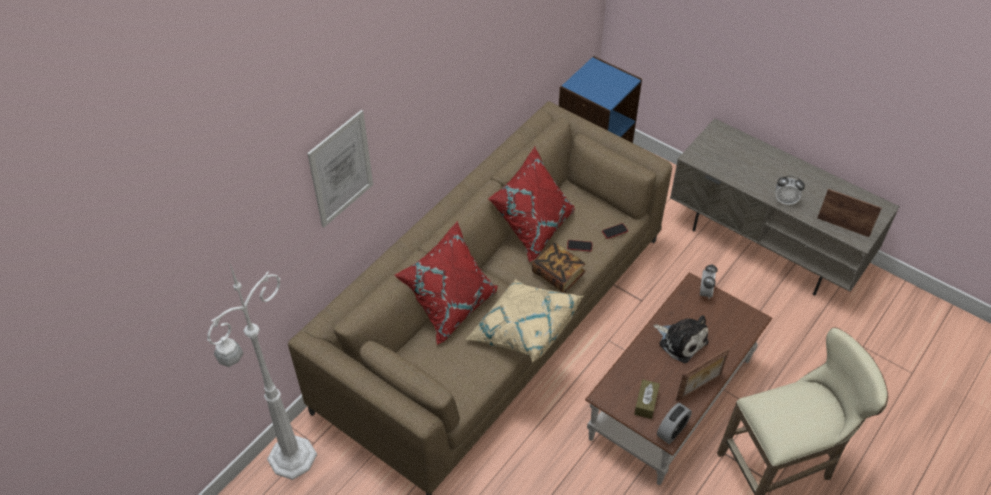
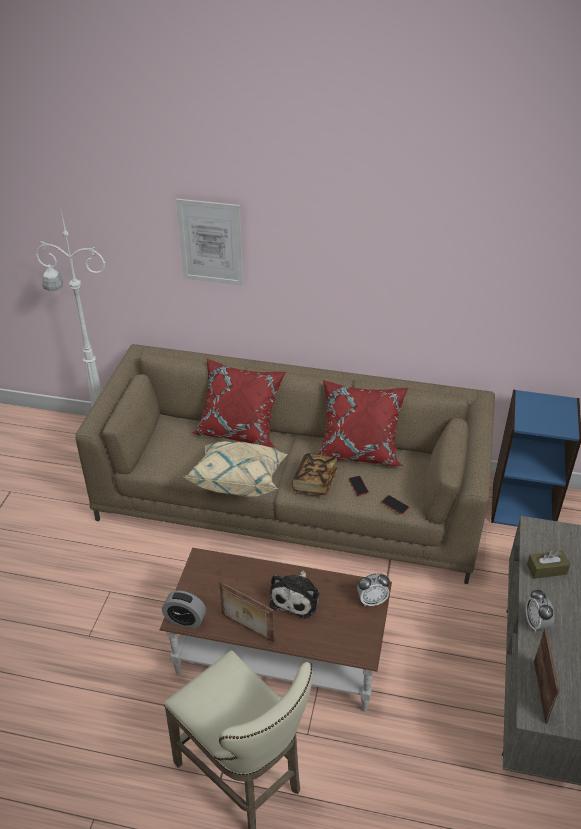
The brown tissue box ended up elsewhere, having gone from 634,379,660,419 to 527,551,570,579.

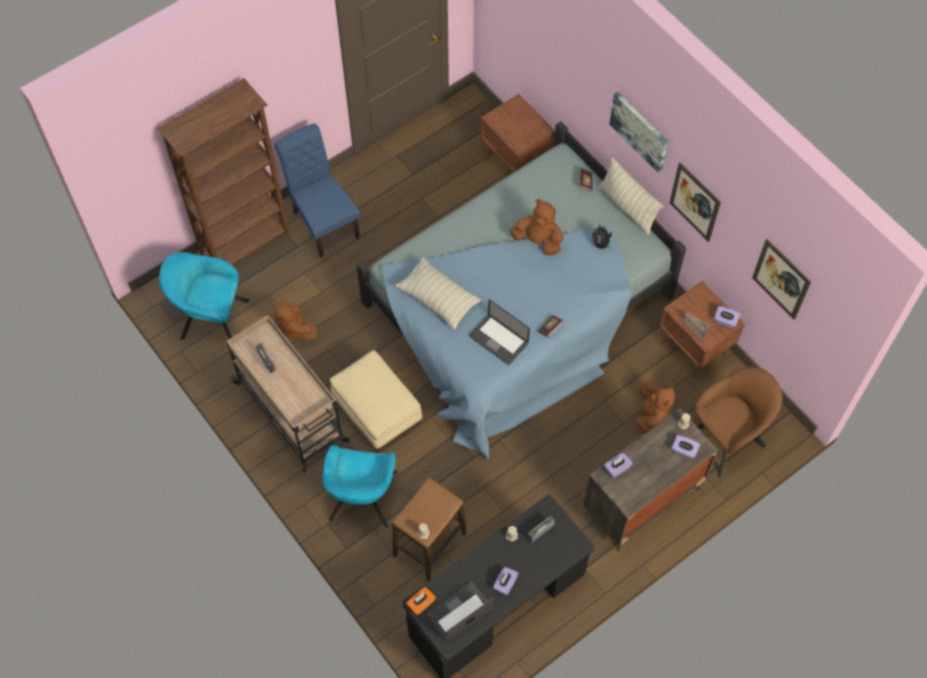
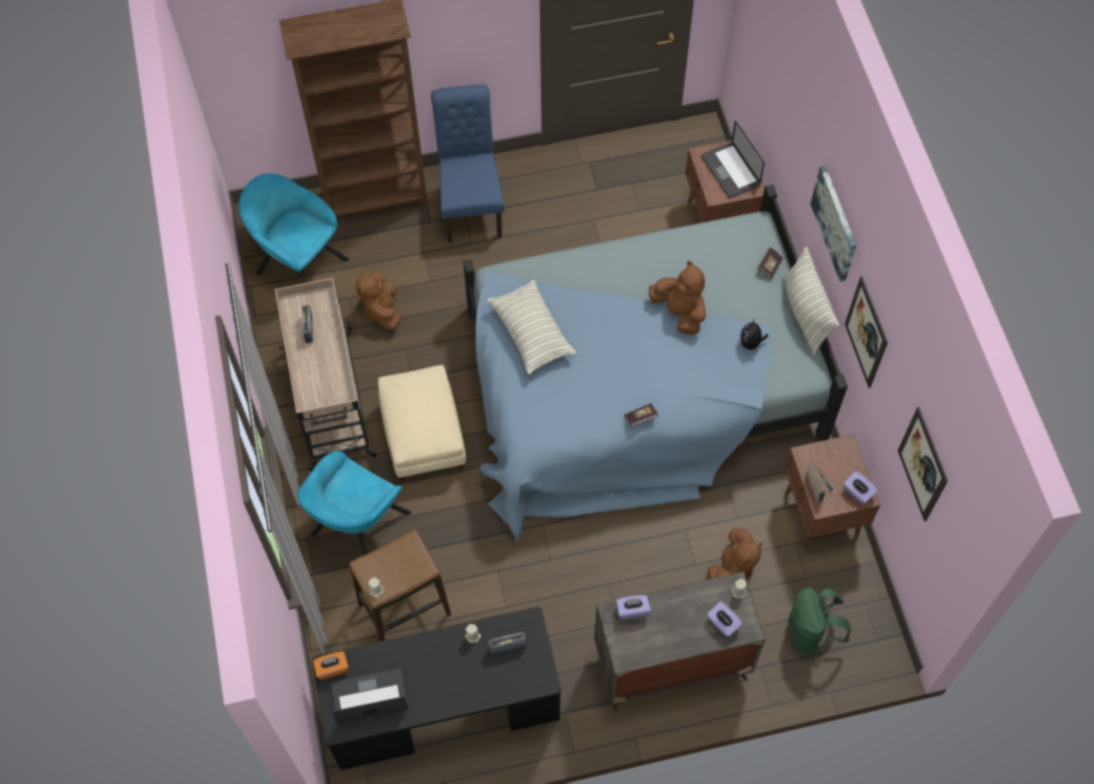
The laptop ended up elsewhere, having gone from 469,299,530,365 to 701,120,765,198.
Where the brown armchair stood at 694,367,782,477, the green backpack came to stand at 788,588,851,654.
The second view lost the purple tissue box at 493,567,519,596.

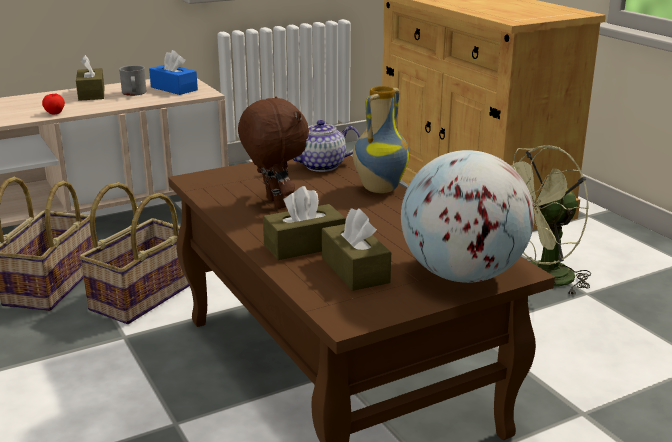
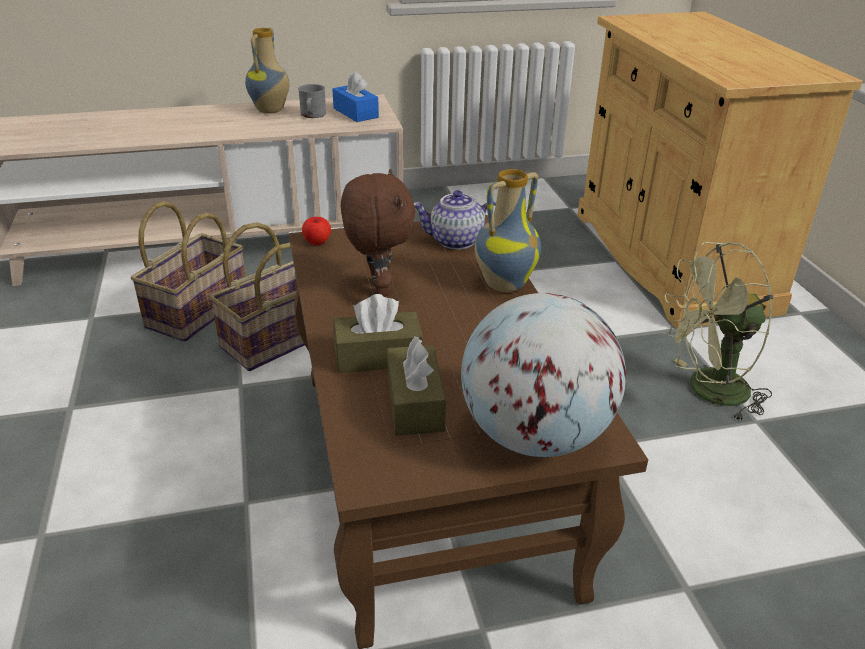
Where the brown tissue box stood at 76,55,104,101, the vase came to stand at 245,28,290,114.
The apple ended up elsewhere, having gone from 42,94,65,114 to 302,217,331,245.

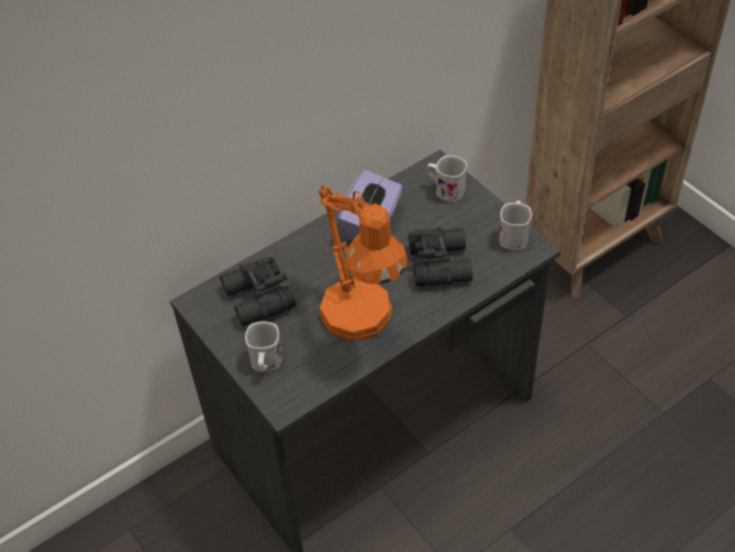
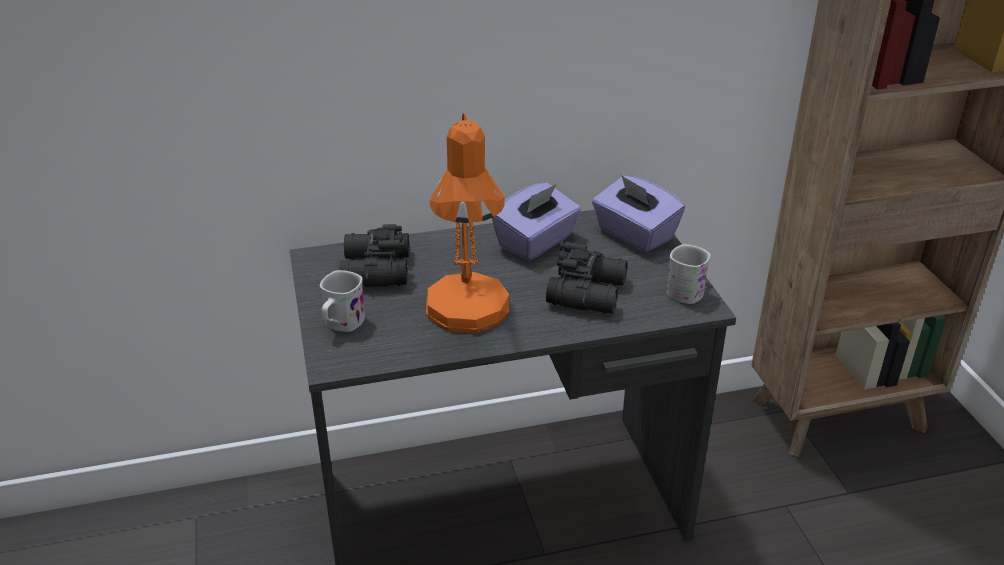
Where the white mug stood at 427,155,467,202, the purple tissue box came to stand at 592,175,685,252.

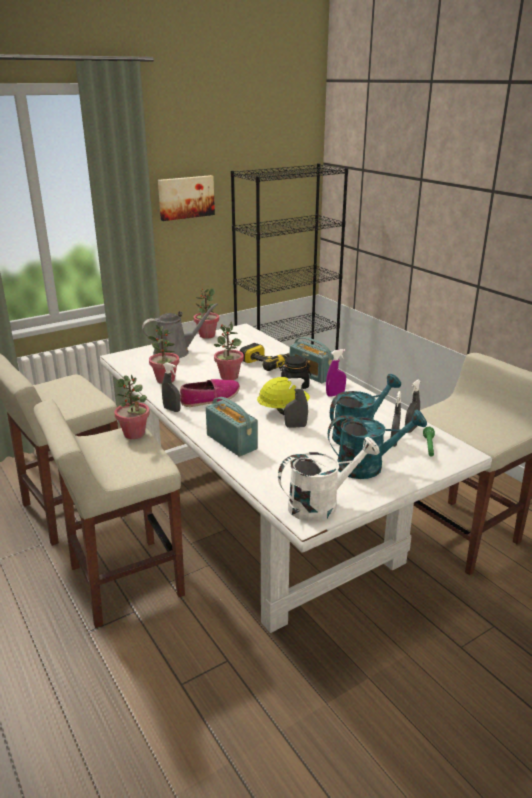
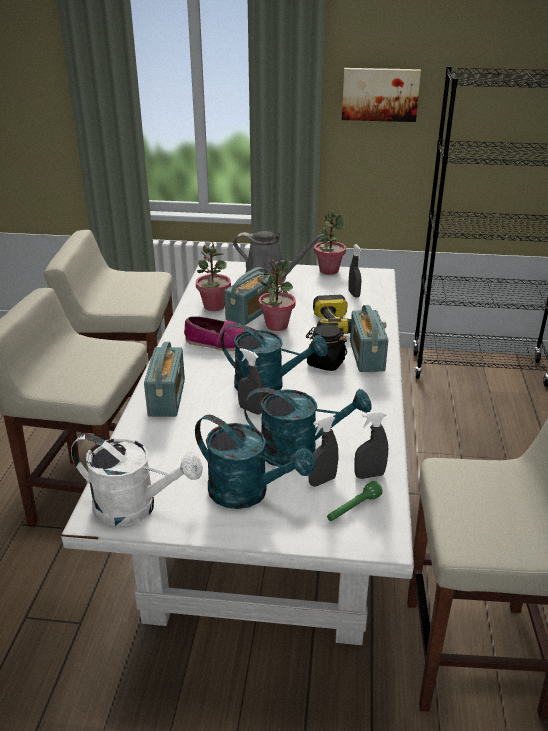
Where the yellow hard hat stood at 257,377,310,415, the turquoise watering can came to stand at 221,323,328,397.
The second view gained the radio at 224,267,275,326.
The grey spray bottle ended up elsewhere, having gone from 162,362,181,412 to 348,244,361,298.
The second view lost the potted plant at 114,374,150,439.
The second view lost the purple spray bottle at 326,349,346,397.

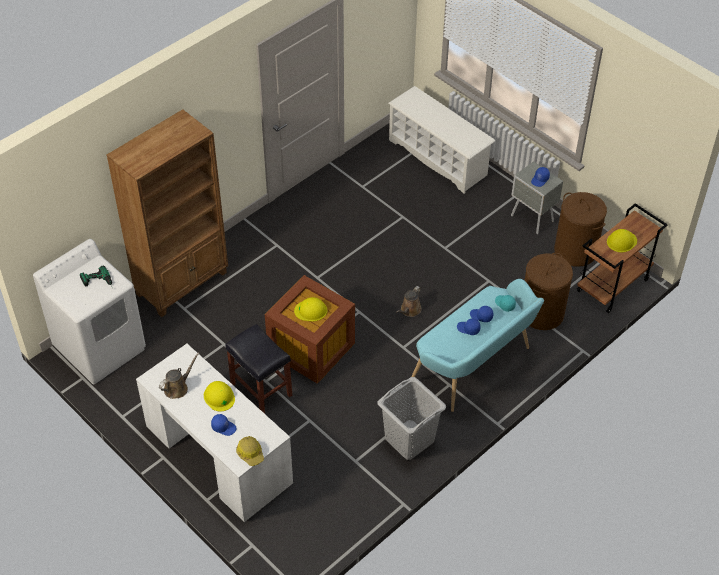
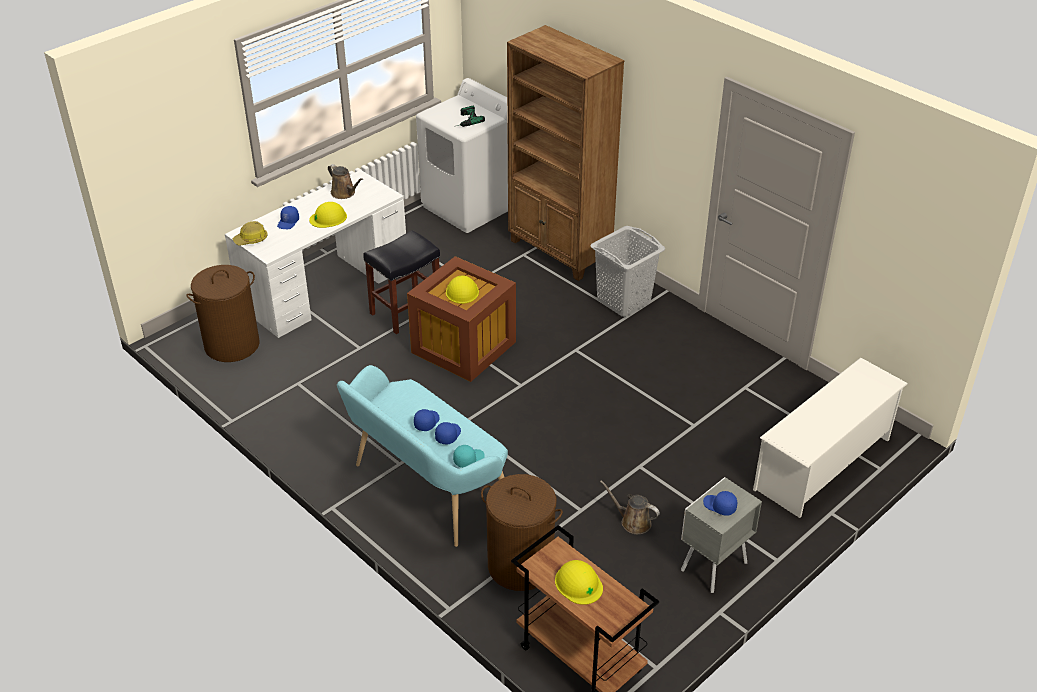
The brown laundry basket ended up elsewhere, having gone from 554,192,607,267 to 186,265,260,362.
The grey laundry basket ended up elsewhere, having gone from 377,377,446,460 to 590,226,665,317.
The brown watering can ended up elsewhere, having gone from 396,286,422,317 to 600,480,660,534.

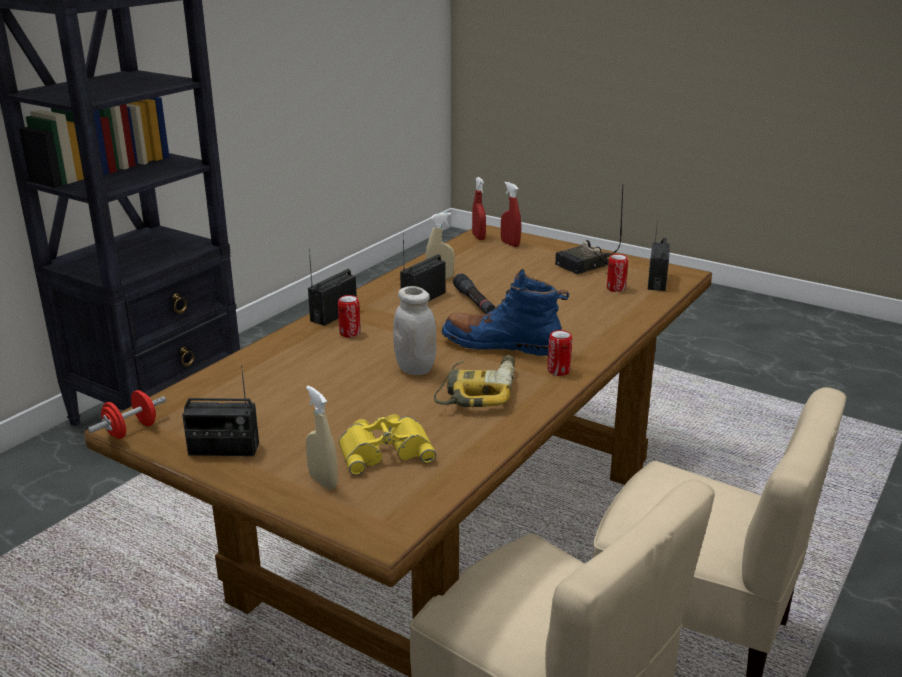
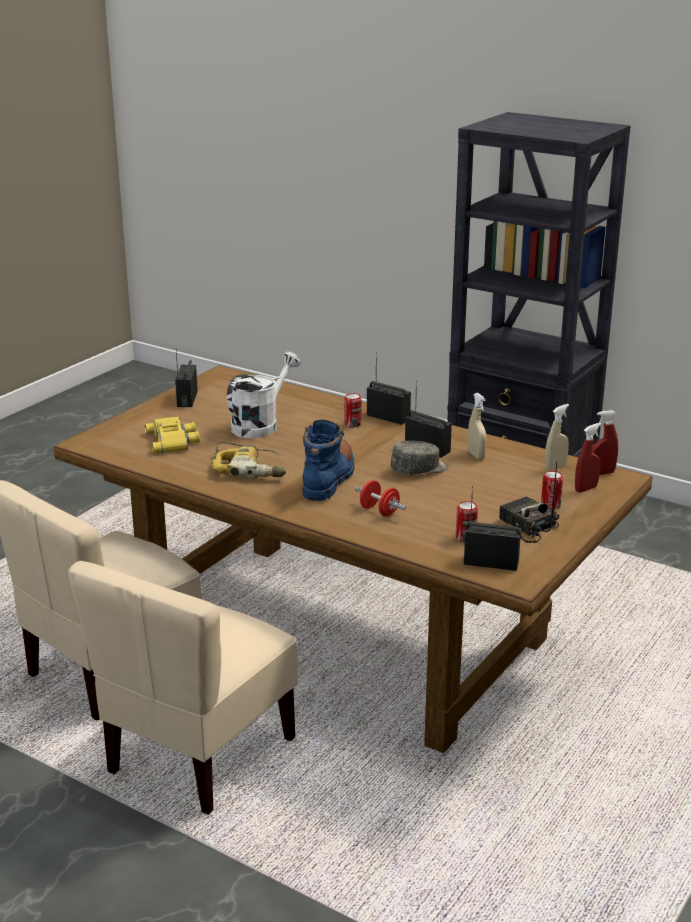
The second view gained the white watering can at 227,352,301,438.
The red dumbbell ended up elsewhere, having gone from 88,390,166,439 to 355,480,406,516.
Where the black flashlight stood at 453,273,496,314, the grey cap came to stand at 391,441,449,475.
The can ended up elsewhere, having gone from 547,330,572,376 to 541,471,563,510.
The beige spray bottle ended up elsewhere, having gone from 306,385,338,490 to 545,404,569,471.
The second view lost the white jar at 393,286,437,375.

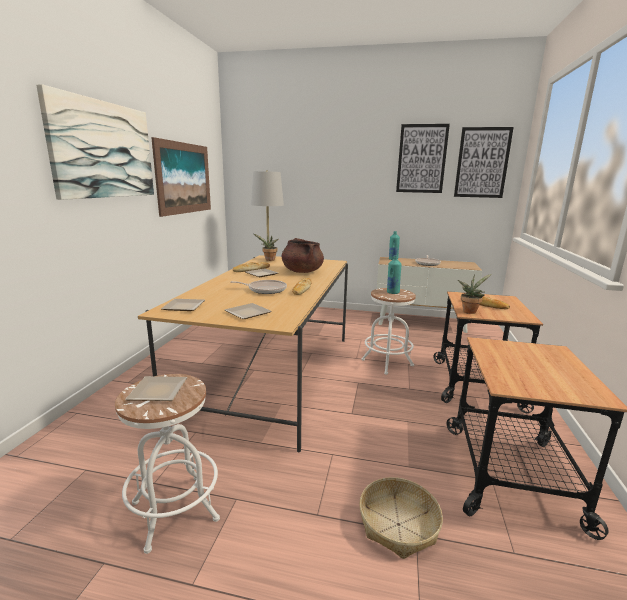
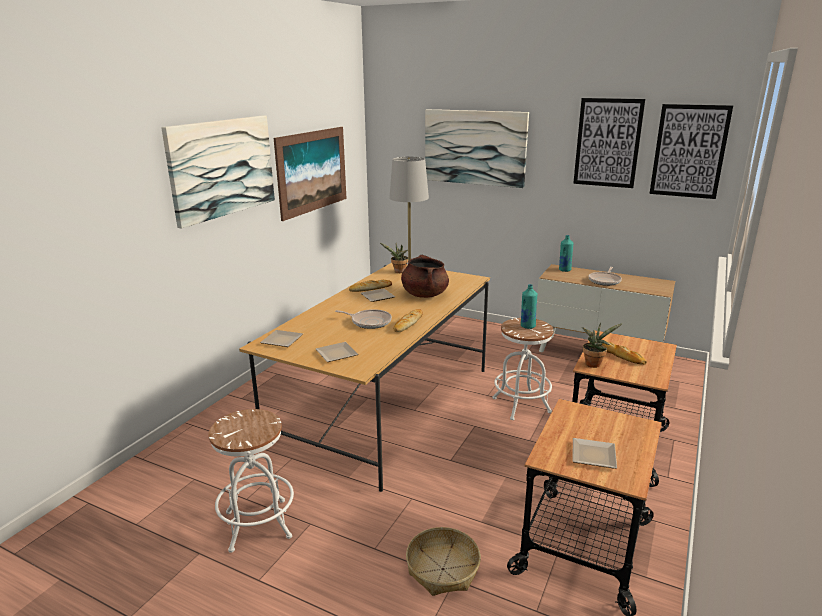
The second view gained the picture at 425,109,529,188.
The plate ended up elsewhere, having gone from 125,376,187,401 to 572,438,617,469.

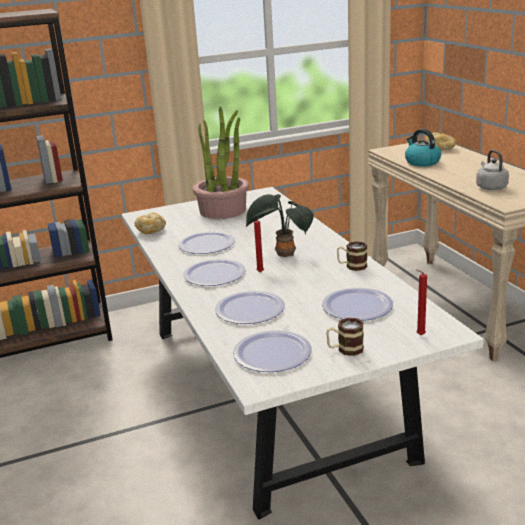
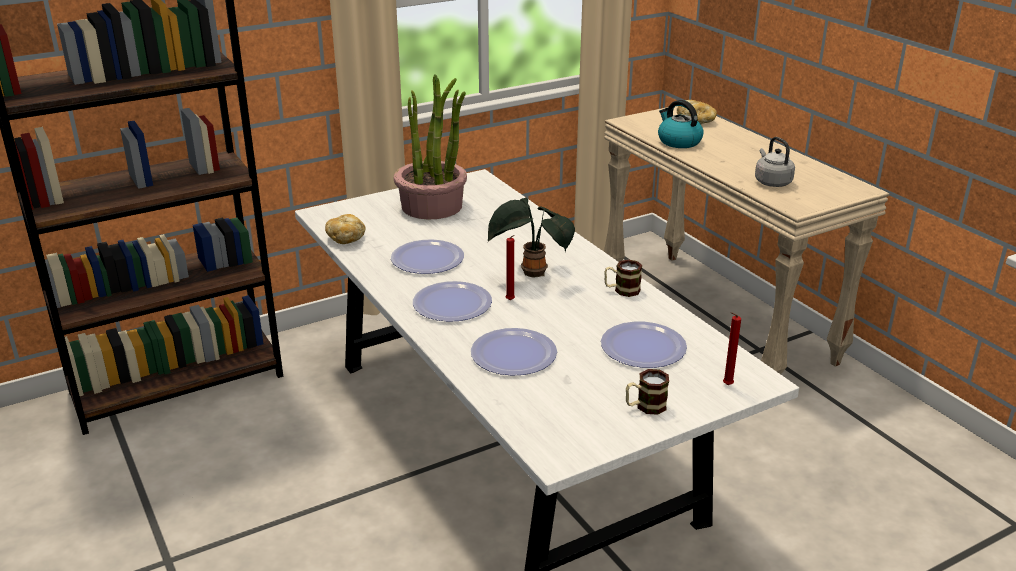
The second view lost the plate at 233,330,312,372.

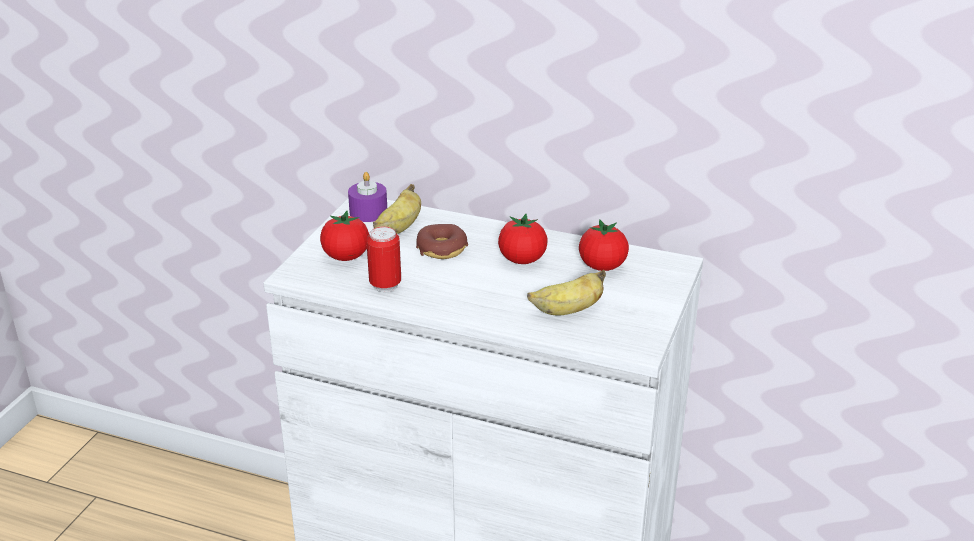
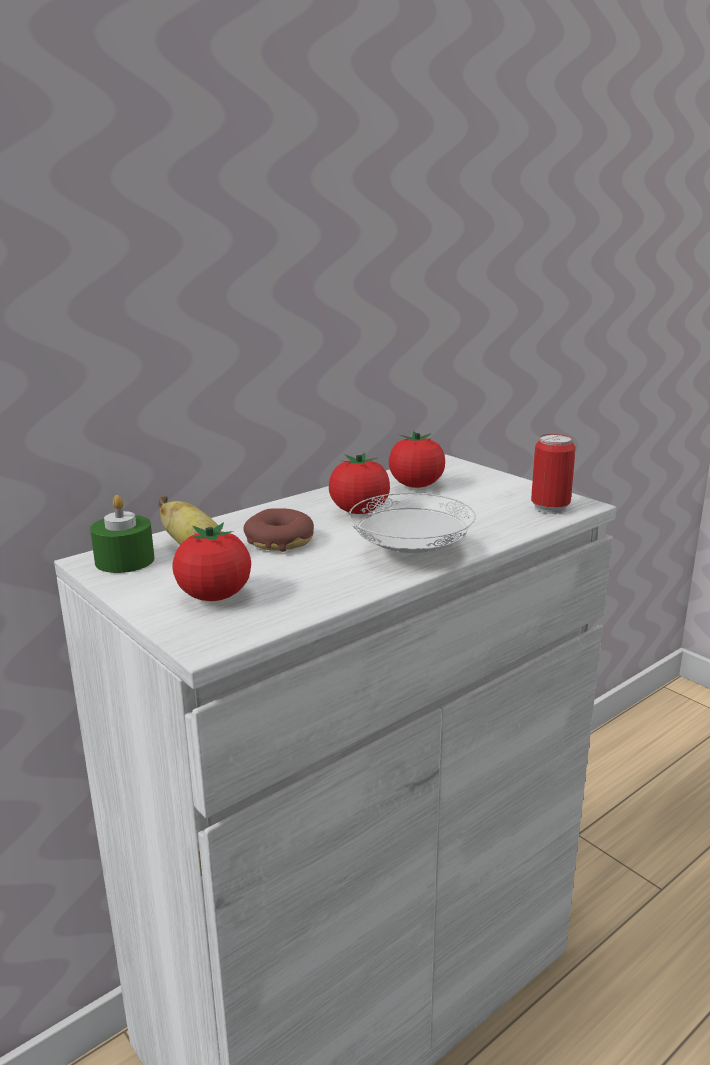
What was the purple candle at 348,172,387,222 turned into the green candle at 90,495,155,573.
The second view gained the white plate at 349,493,476,553.
The can ended up elsewhere, having gone from 367,226,401,292 to 531,434,575,514.
The second view lost the banana at 527,270,606,315.

